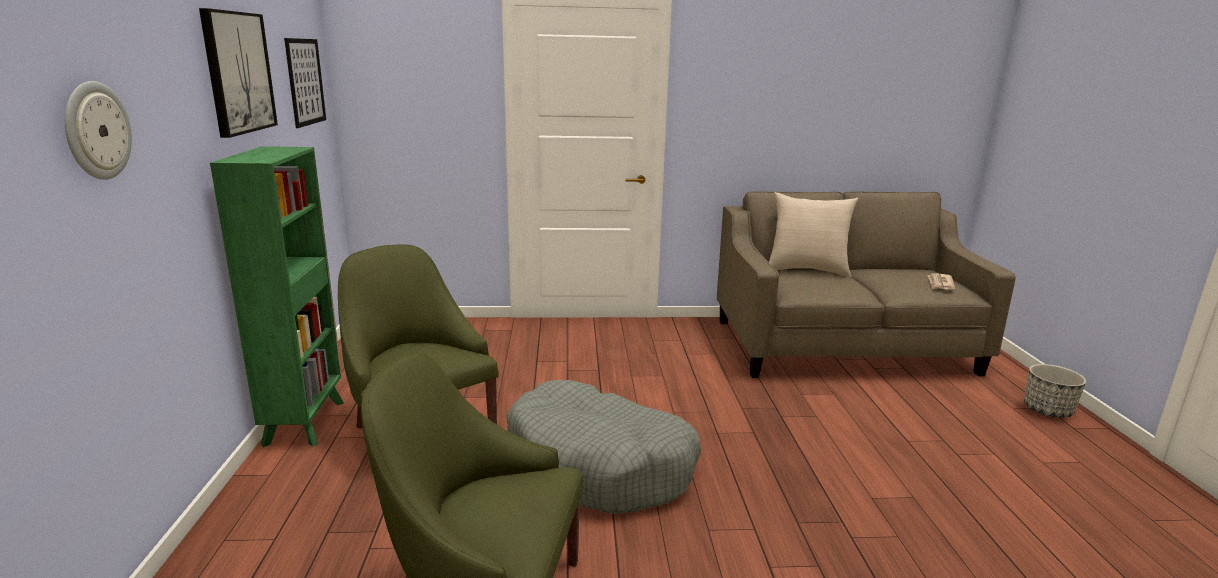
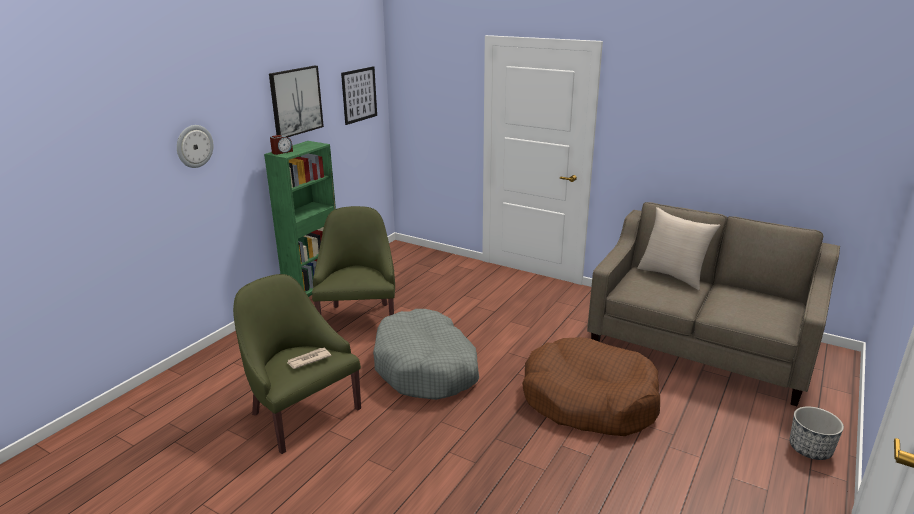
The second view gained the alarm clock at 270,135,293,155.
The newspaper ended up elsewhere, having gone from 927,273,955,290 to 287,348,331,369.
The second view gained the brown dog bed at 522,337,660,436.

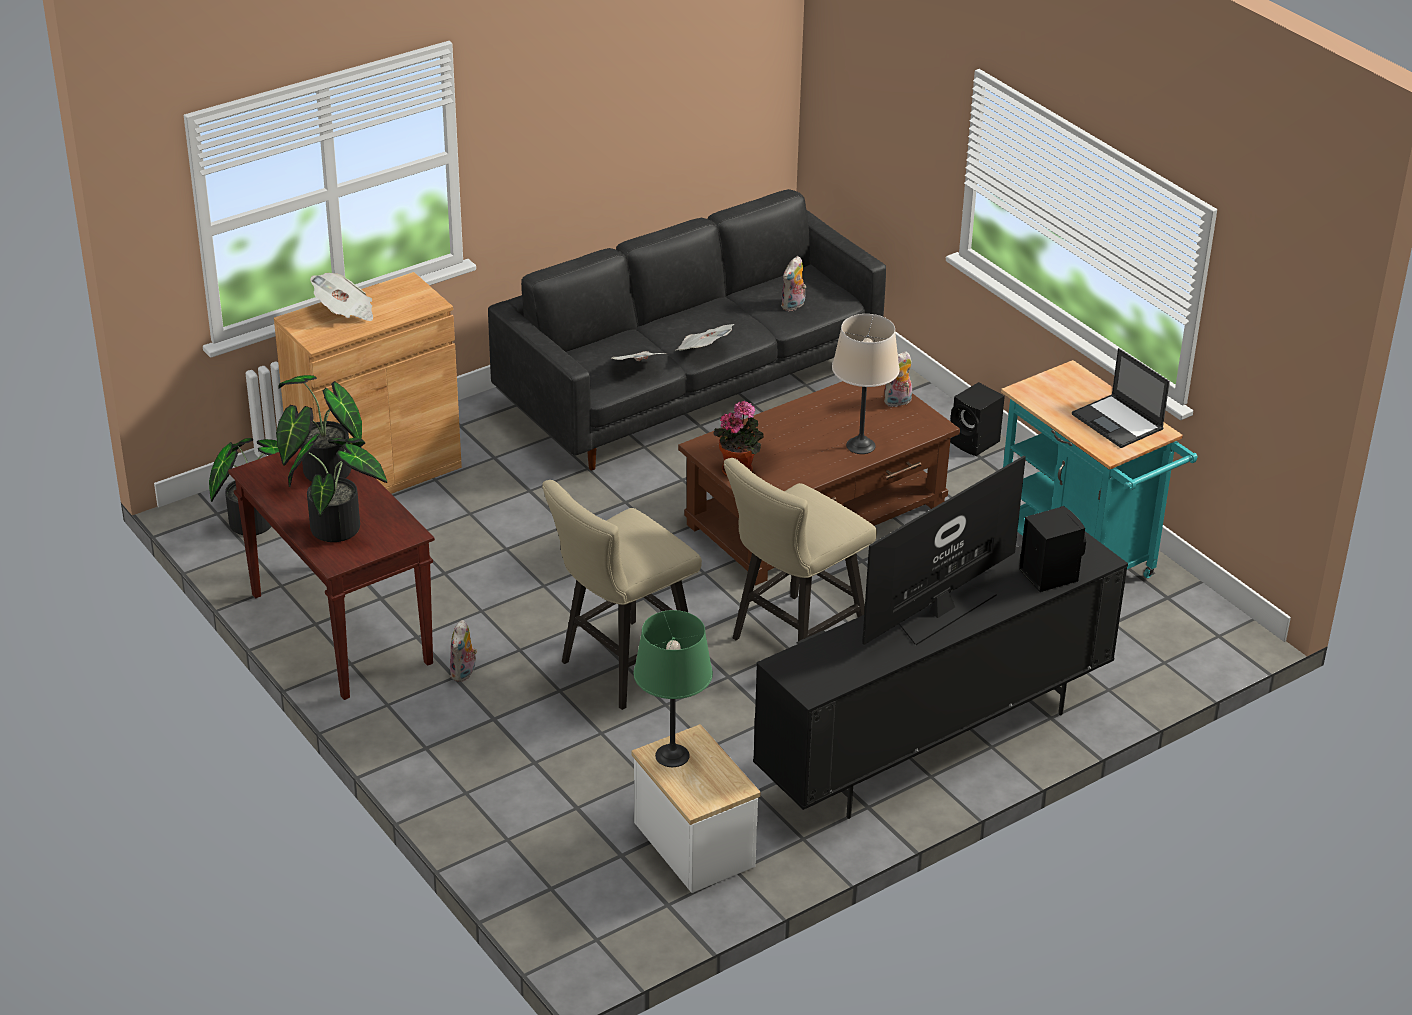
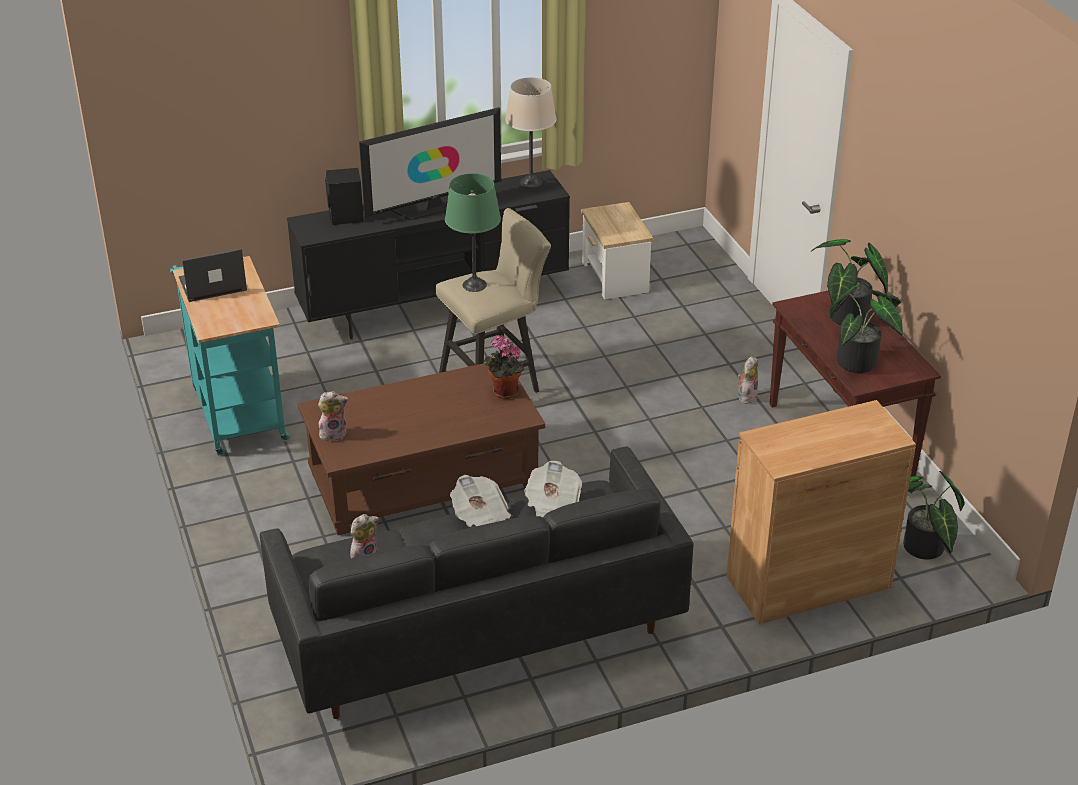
The laptop at 1072,348,1170,448 ended up facing another way, 90 degrees counterclockwise from before.
The green table lamp ended up elsewhere, having gone from 634,610,713,767 to 445,173,501,292.
The beige table lamp ended up elsewhere, having gone from 832,314,900,454 to 505,77,557,188.
The second view lost the newspaper at 310,273,373,321.
The second view lost the beige stool at 542,480,702,710.
The second view lost the black speaker at 950,382,1005,456.

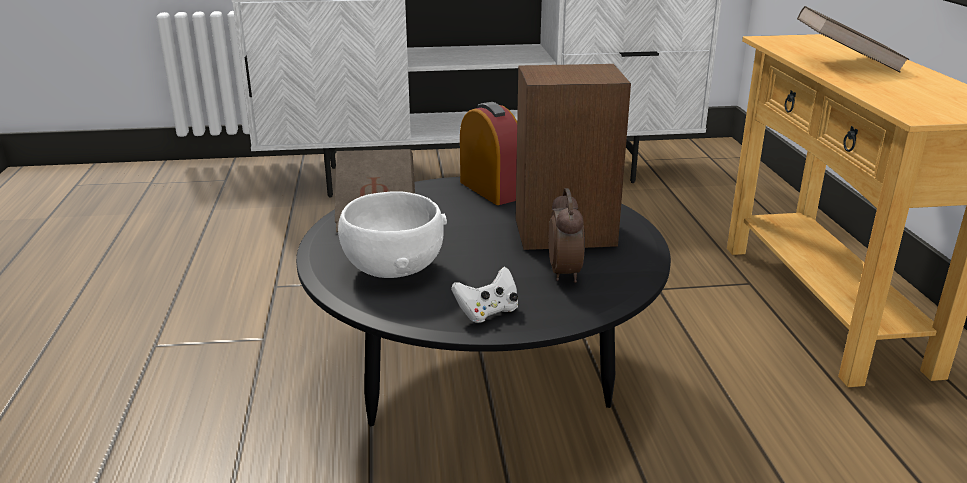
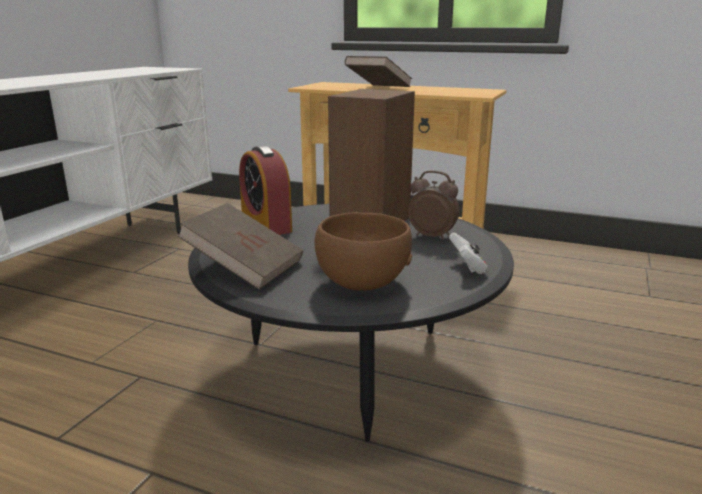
The alarm clock at 460,102,517,205 ended up facing another way, 120 degrees counterclockwise from before.
What was the white bowl at 338,191,447,278 turned into the brown bowl at 315,212,412,291.

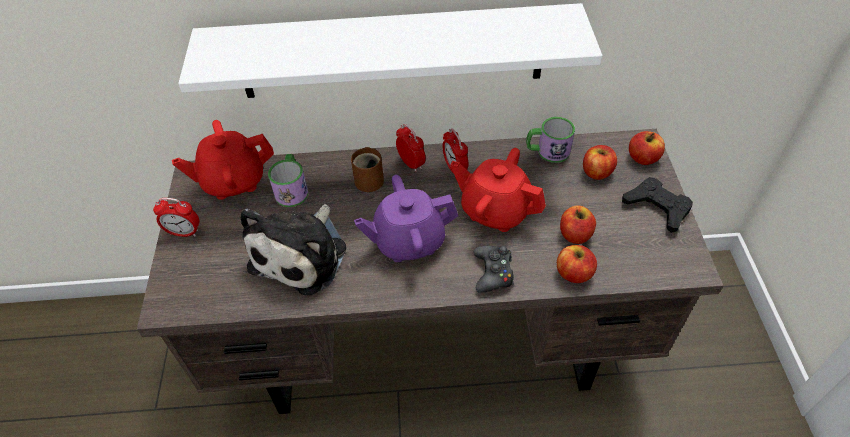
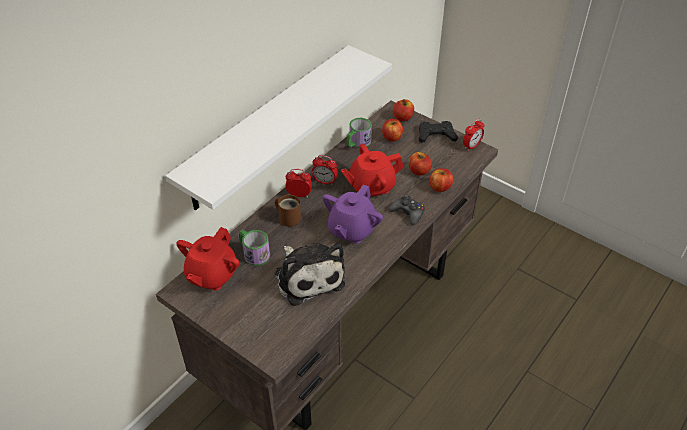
The alarm clock ended up elsewhere, having gone from 153,198,199,237 to 463,119,484,151.

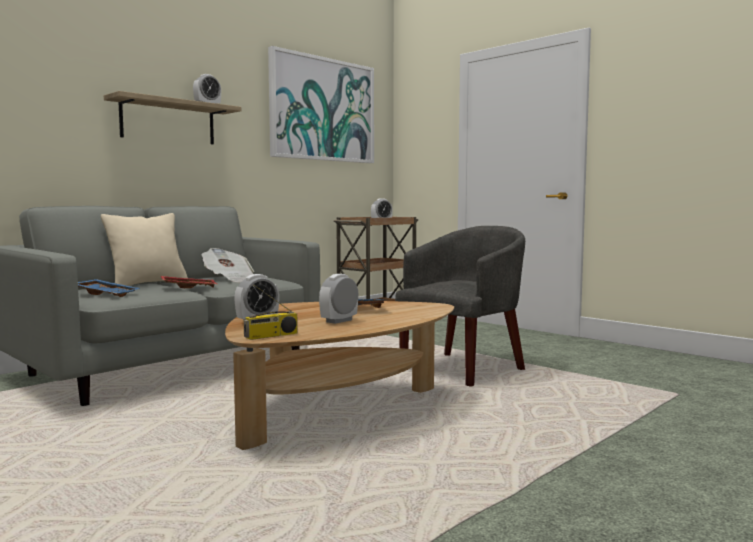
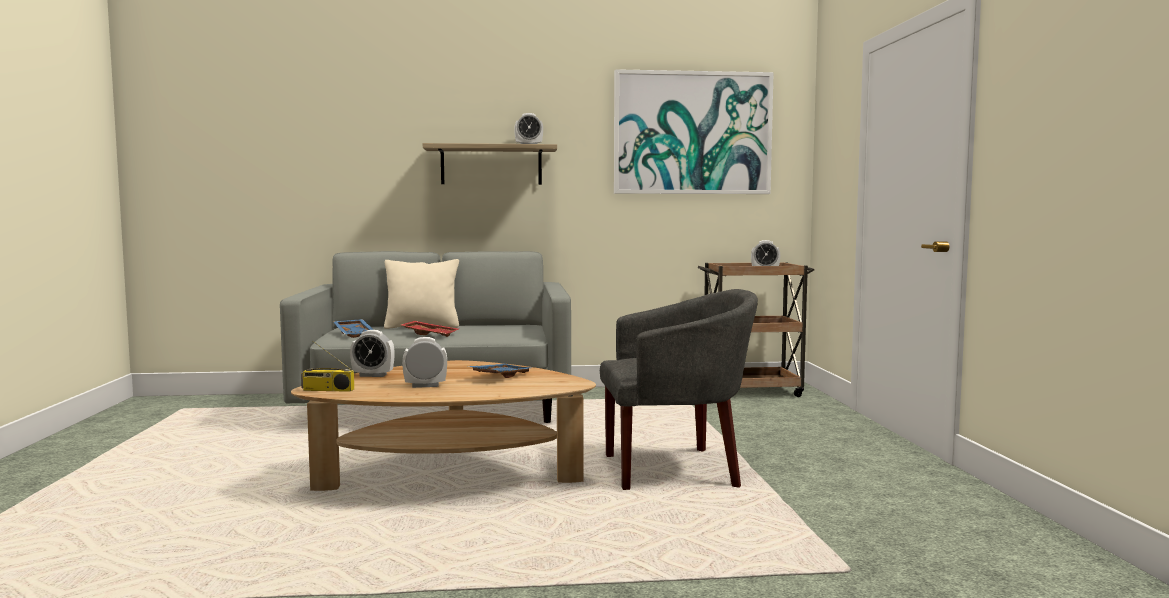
The second view lost the newspaper at 202,248,254,282.

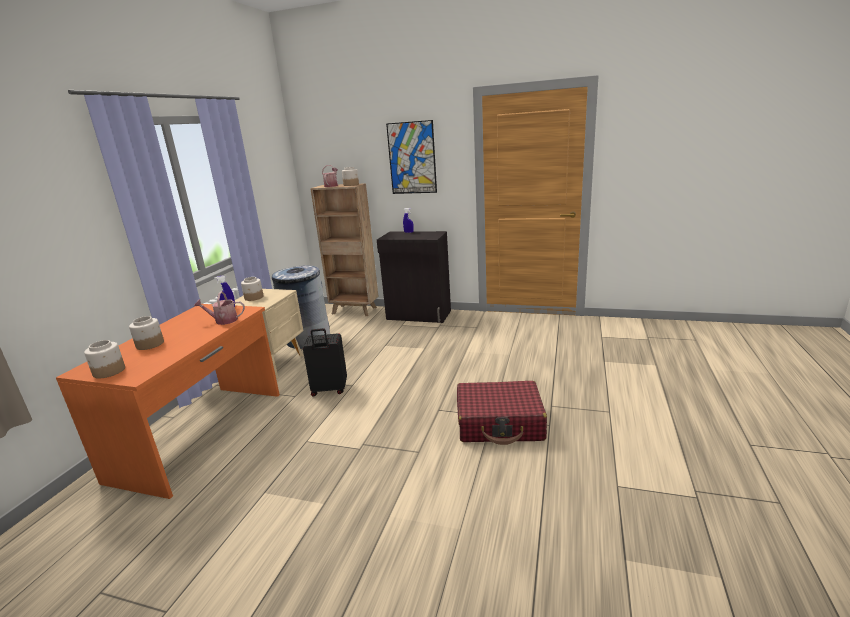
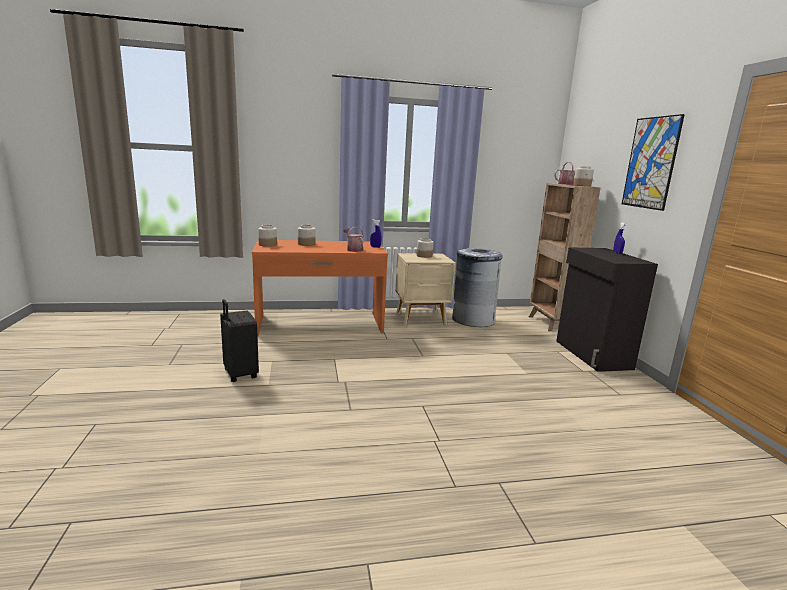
The black suitcase ended up elsewhere, having gone from 303,328,347,397 to 220,299,259,382.
The second view lost the red suitcase at 457,381,547,445.

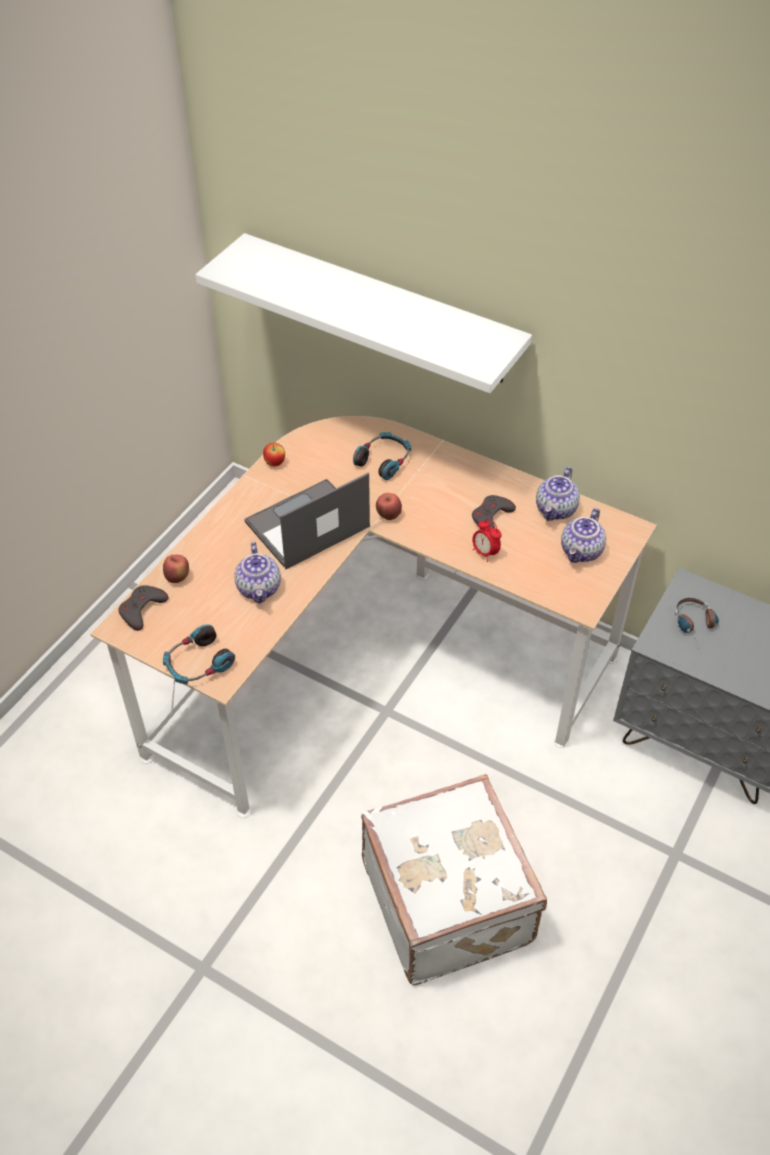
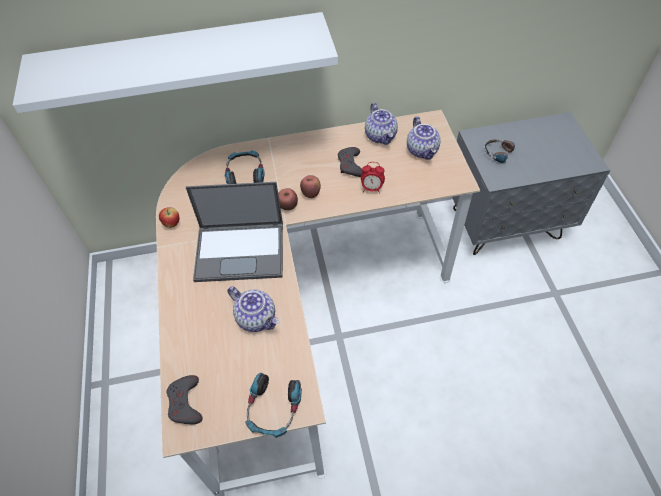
The laptop at 244,473,370,569 ended up facing another way, 105 degrees counterclockwise from before.
The apple ended up elsewhere, having gone from 163,555,189,583 to 300,175,321,198.
The second view lost the white suitcase at 361,774,547,985.

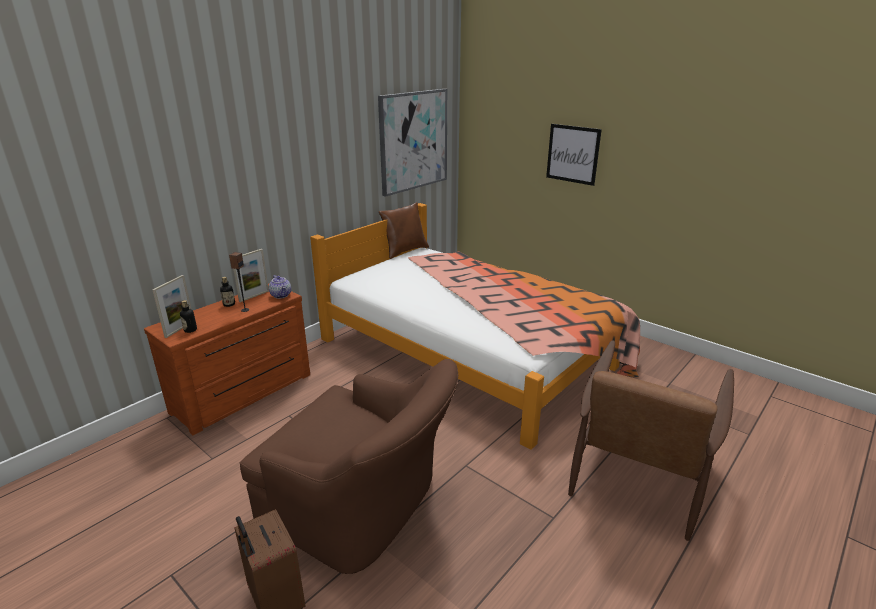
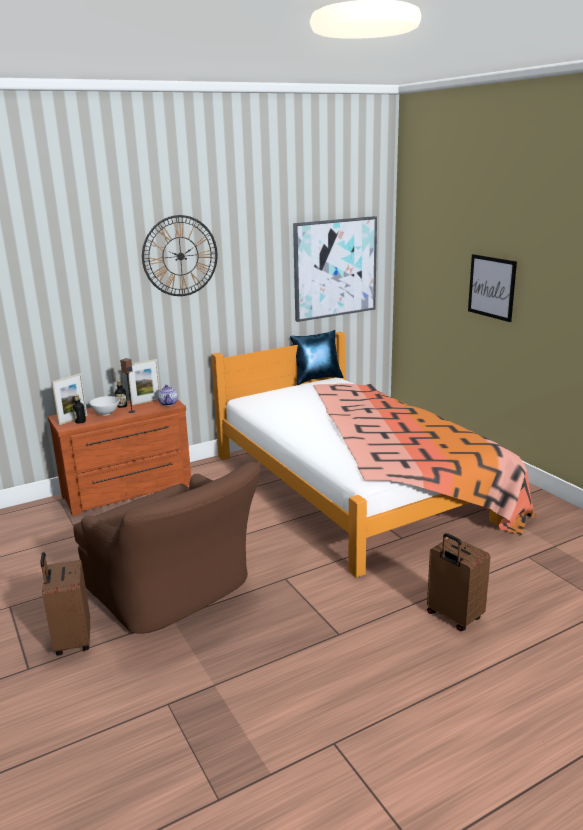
The second view gained the white bowl at 89,396,119,416.
The second view gained the wall clock at 142,215,217,296.
What was the brown pillow at 379,202,429,259 turned into the blue pillow at 290,330,343,385.
Where the brown armchair stood at 568,340,734,541, the brown suitcase came to stand at 427,533,491,631.

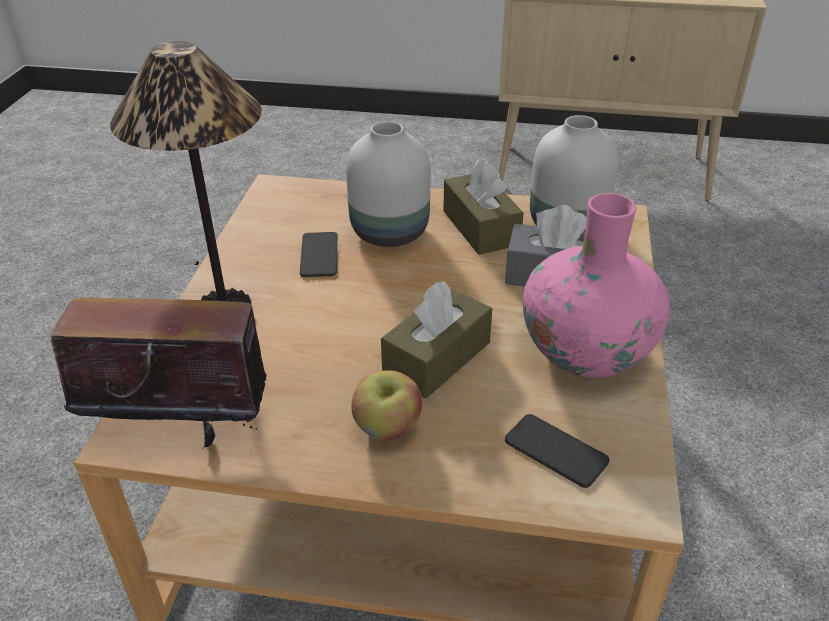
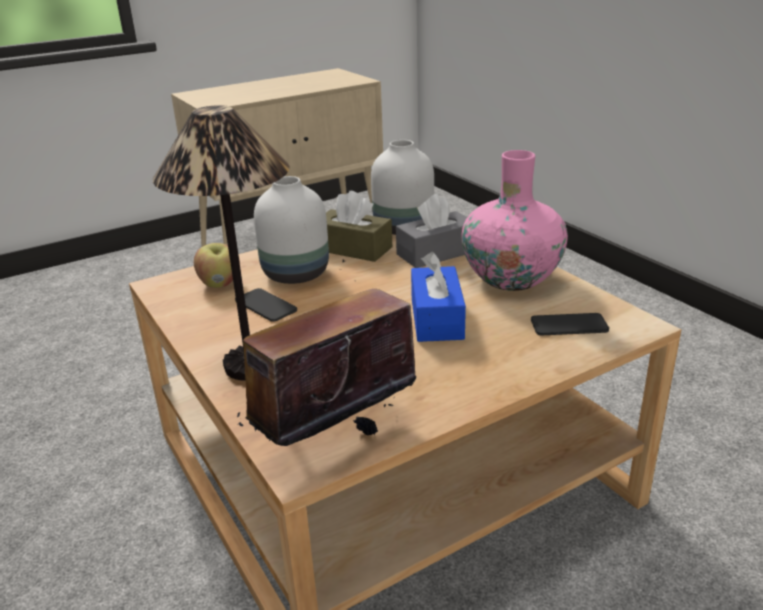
The apple ended up elsewhere, having gone from 351,370,422,441 to 194,243,240,288.
What was the brown tissue box at 381,281,492,398 turned into the blue tissue box at 411,252,466,342.

